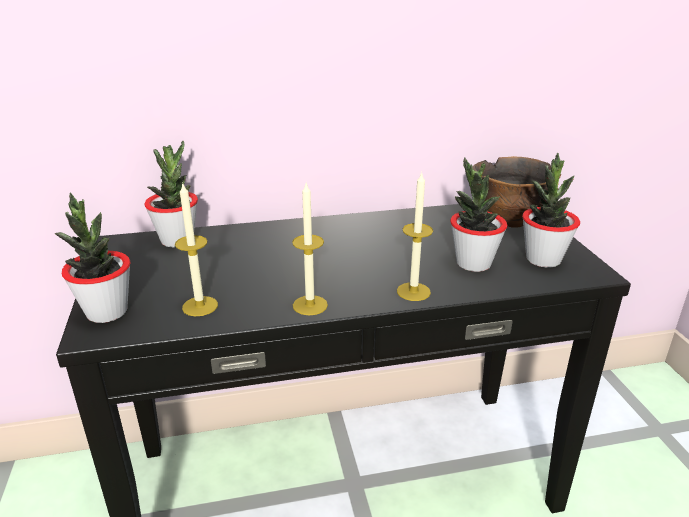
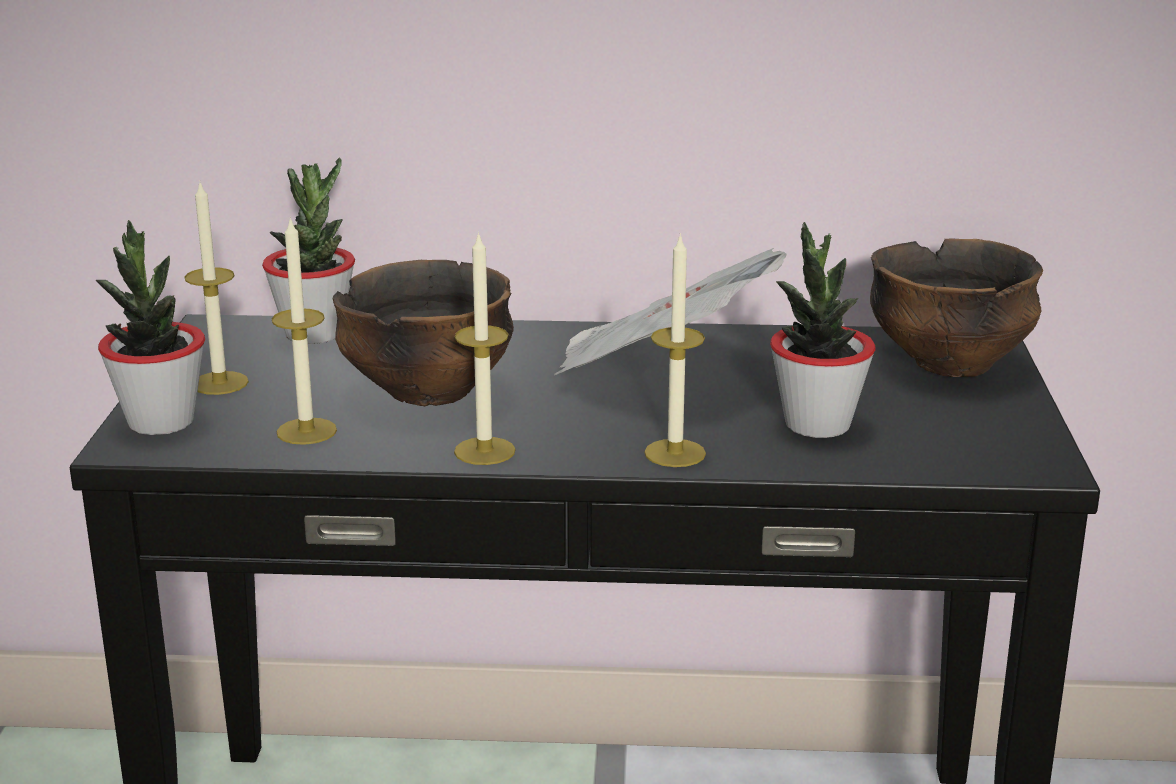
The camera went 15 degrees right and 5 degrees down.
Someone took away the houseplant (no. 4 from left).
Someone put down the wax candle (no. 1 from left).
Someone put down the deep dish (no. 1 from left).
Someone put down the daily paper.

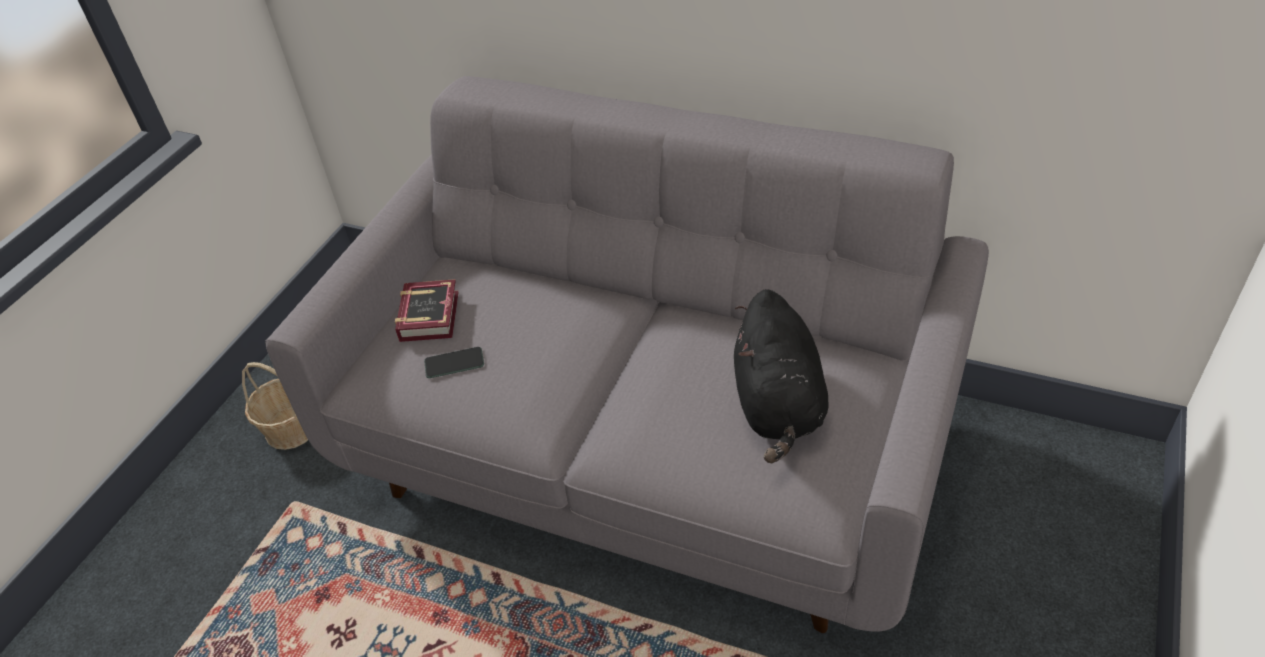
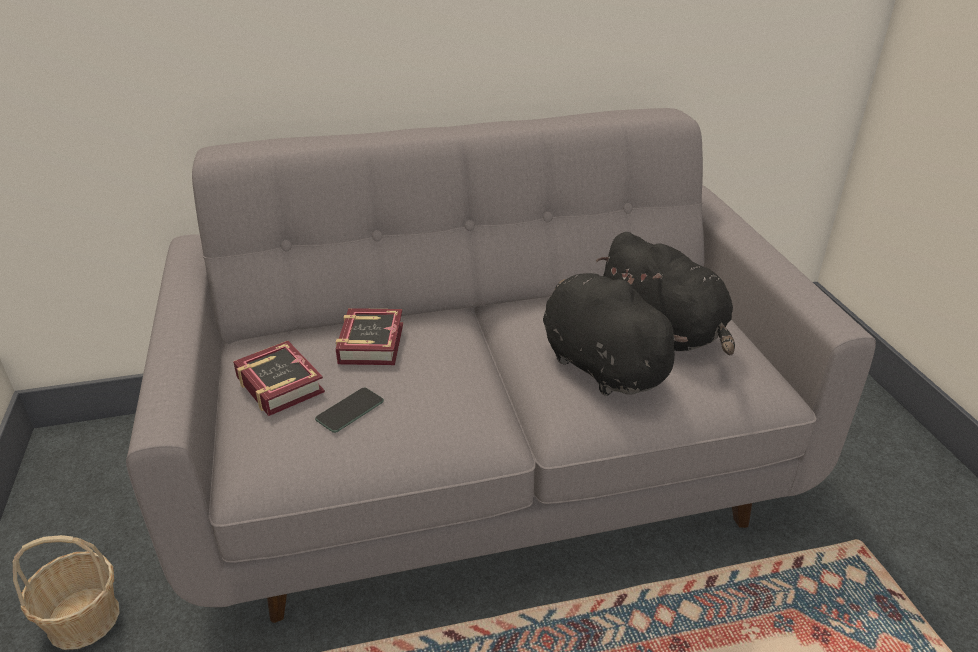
The camera went 40 degrees left and 10 degrees down.
Someone put down the volume (no. 2 from left).
Someone put down the plush toy/black (no. 1 from left).

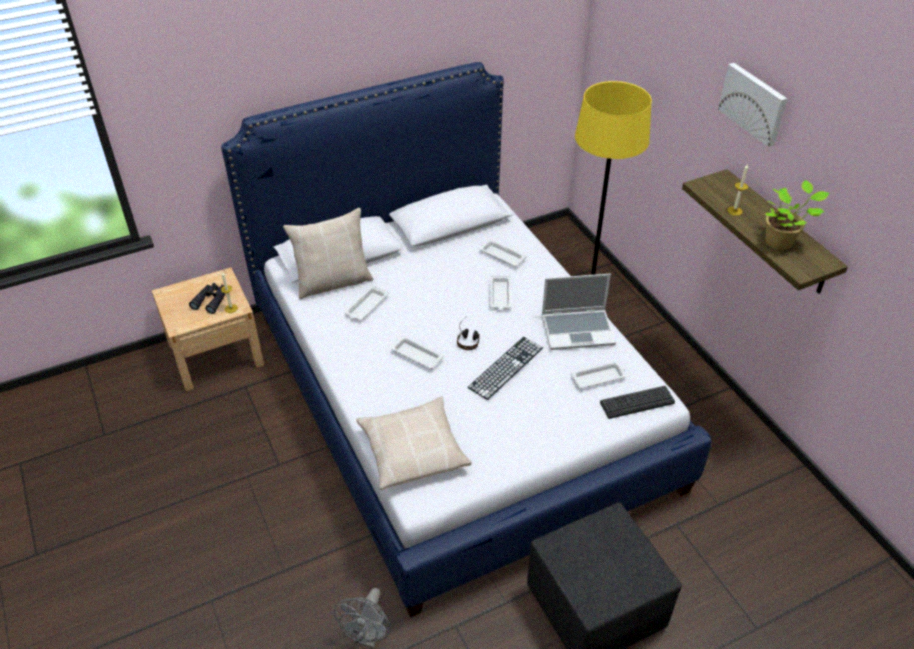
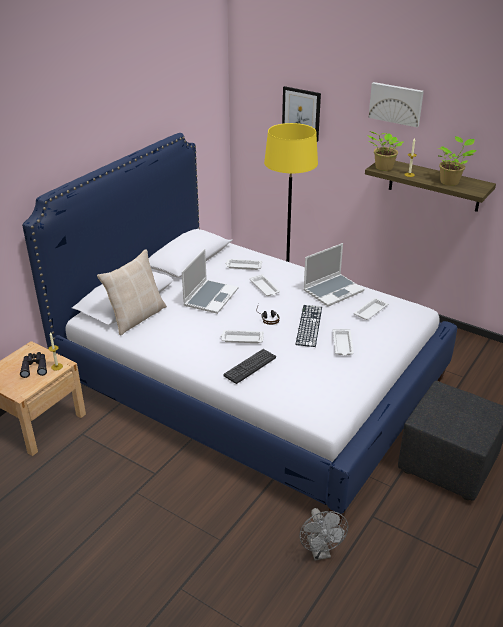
The camera went 30 degrees left and 10 degrees down.
Someone took away the cushion/beige-coloured (no. 2 from left).
Someone put down the notebook computer (no. 1 from left).
Someone put up the picture (no. 1 from left).
Someone put down the houseplant (no. 1 from left).
Someone carried the carrying tray/white-coloured (no. 1 from left in the first image).
Someone carried the PC keyboard (no. 2 from left in the first image).

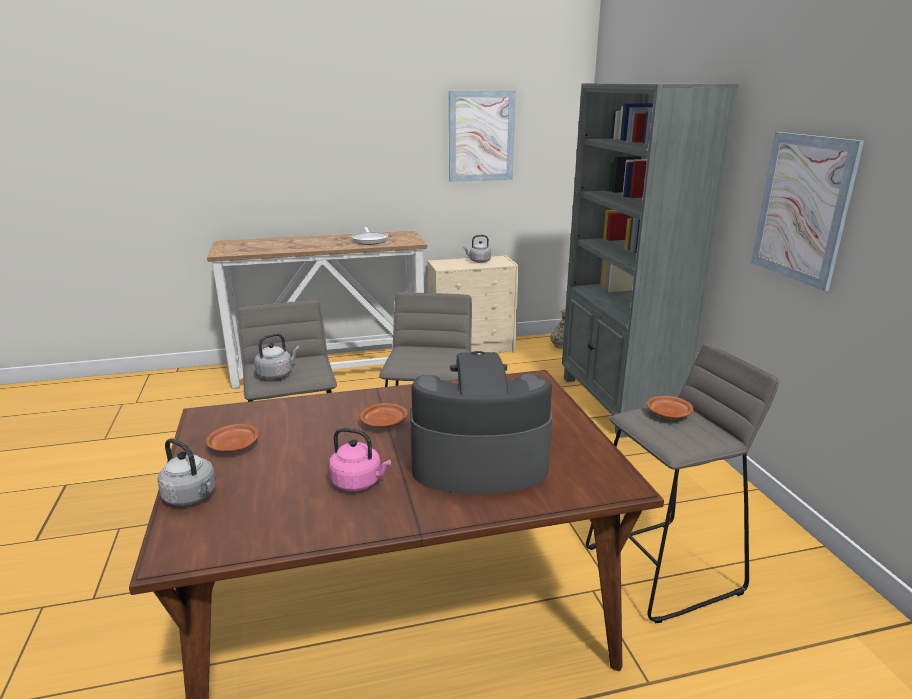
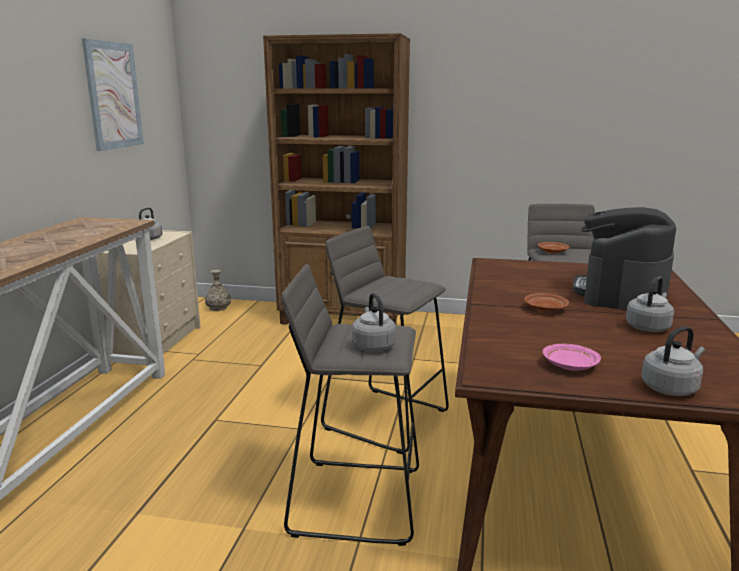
The camera went 65 degrees left and 5 degrees down.
Someone took away the frying pan.
Someone took away the picture (no. 2 from left).
Someone repainted the plate/brown-coloured (no. 1 from left), which became the plate/pink-coloured.
Someone repainted the water kettle/pink-coloured, which became the water kettle/greyish (no. 3 from left).
Someone repainted the bookcase/greyish, which became the bookcase/brown-coloured.

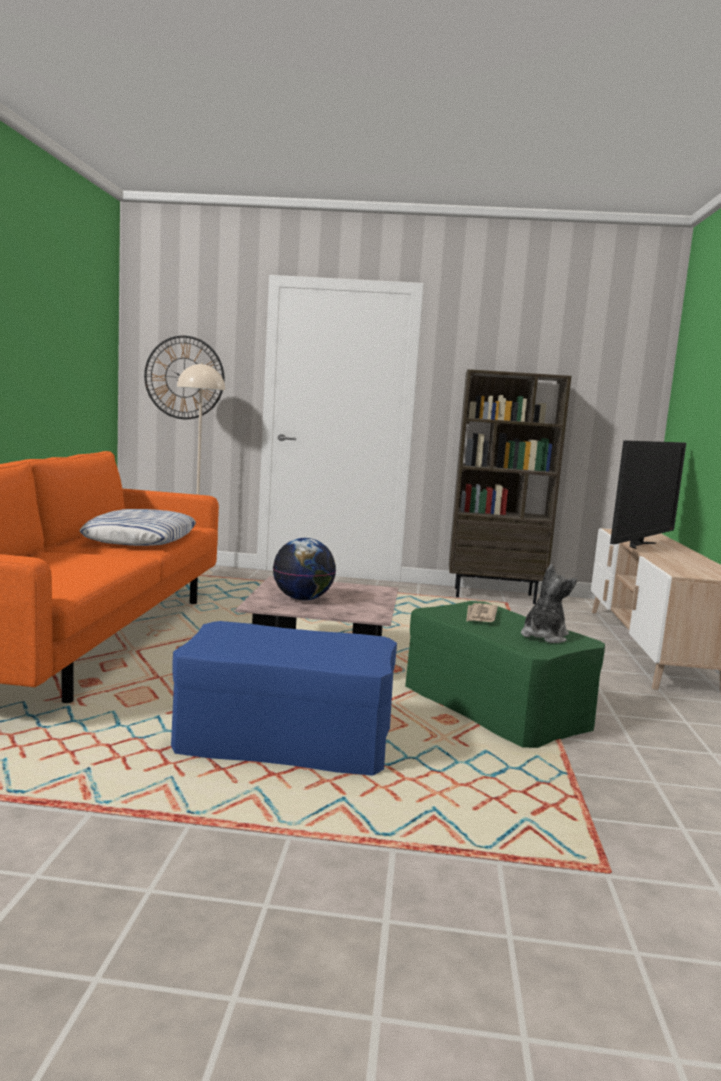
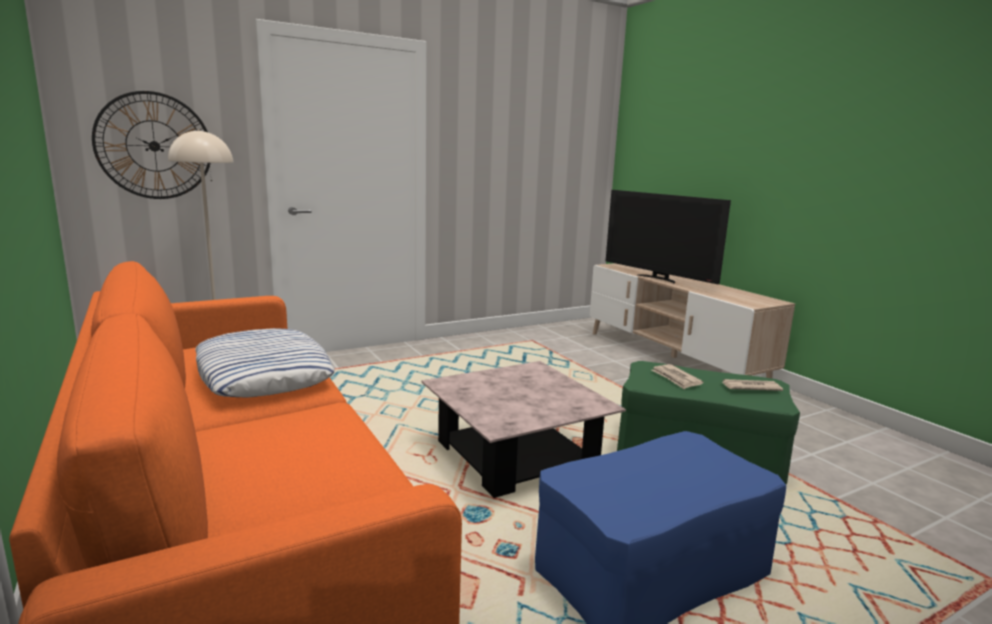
The camera went 35 degrees left and 5 degrees up.
Someone took away the world globe.
Someone took away the bookcase/brown-coloured.
Someone swapped the plush toy for the daily paper (no. 2 from left).
Someone rotated the TV set by 135 degrees clockwise.

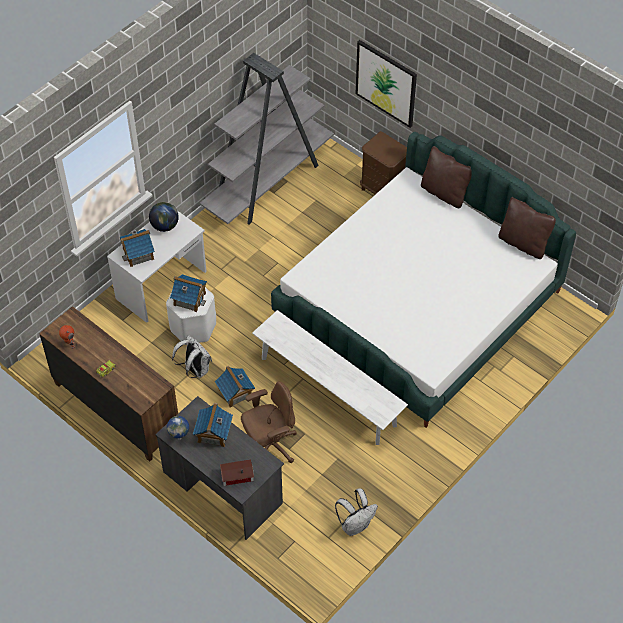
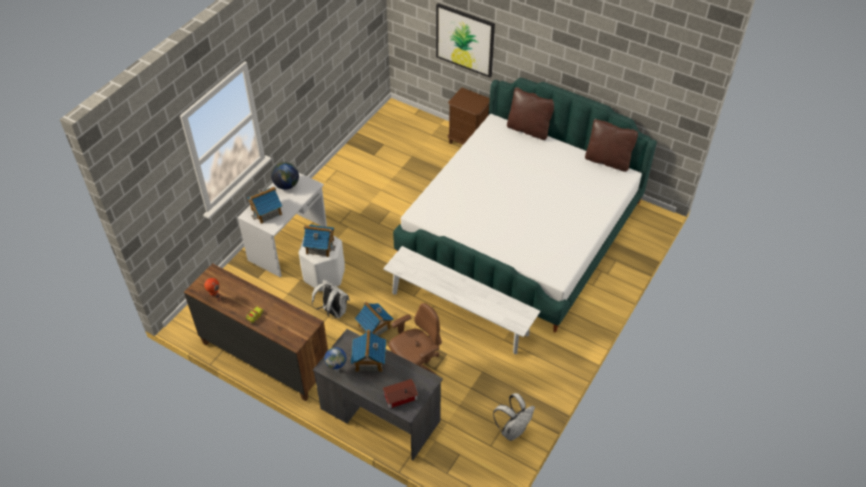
The camera went 10 degrees left and 5 degrees down.
Someone took away the bookcase/greyish.

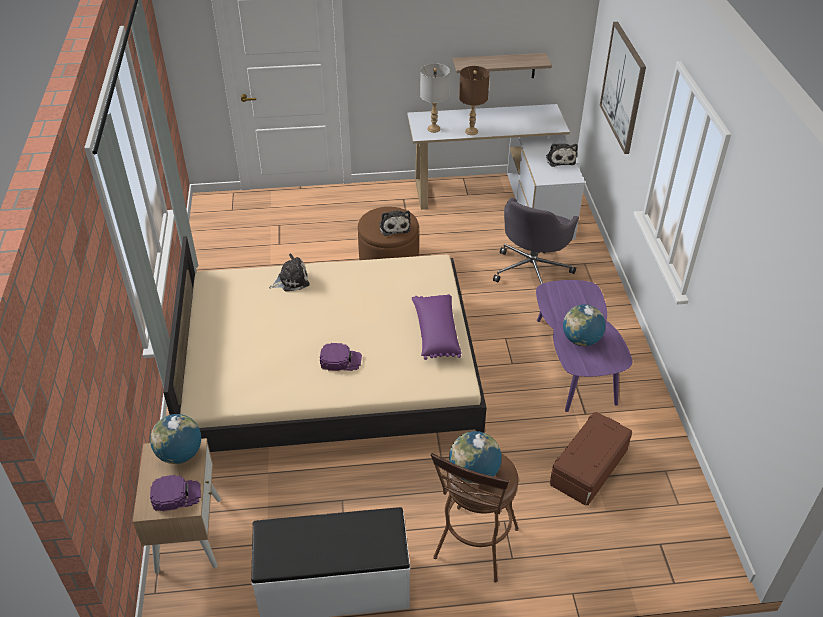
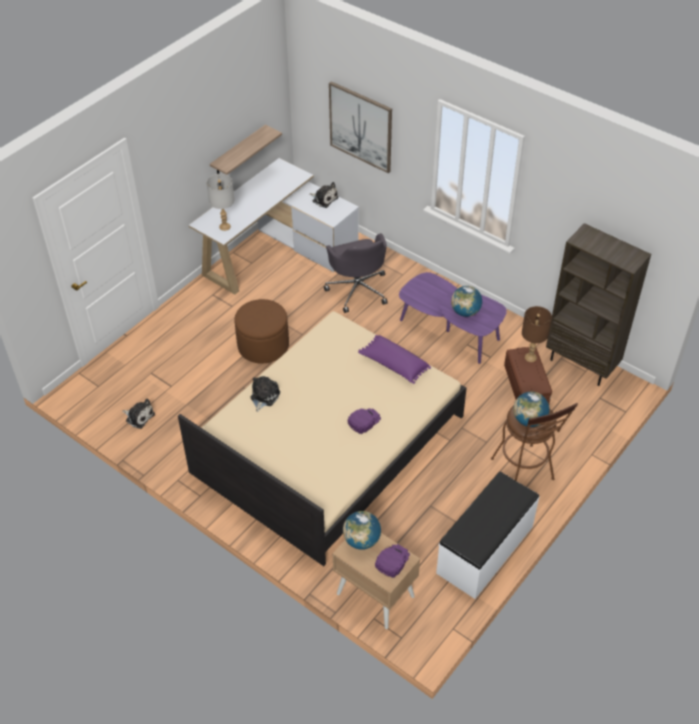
The camera went 45 degrees left and 5 degrees up.
Someone put down the bookcase/brown-coloured.
Someone carried the plush toy (no. 2 from left in the first image).
Someone carried the table lamp/brown-coloured.

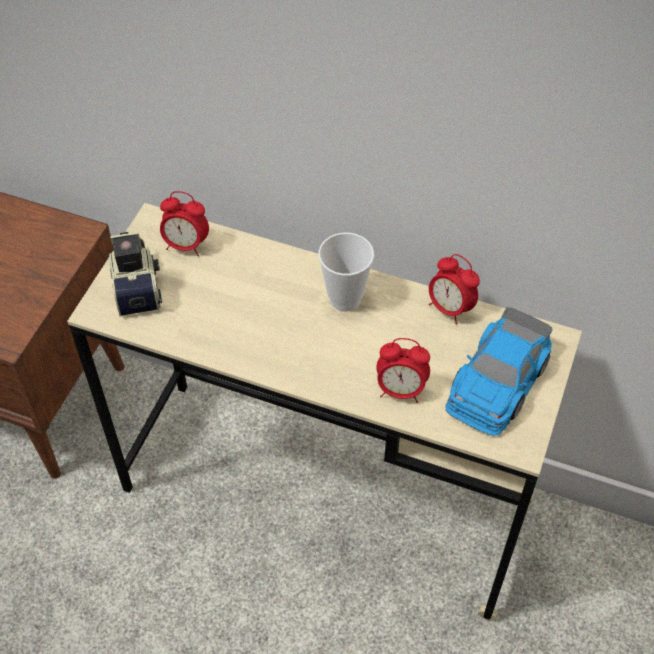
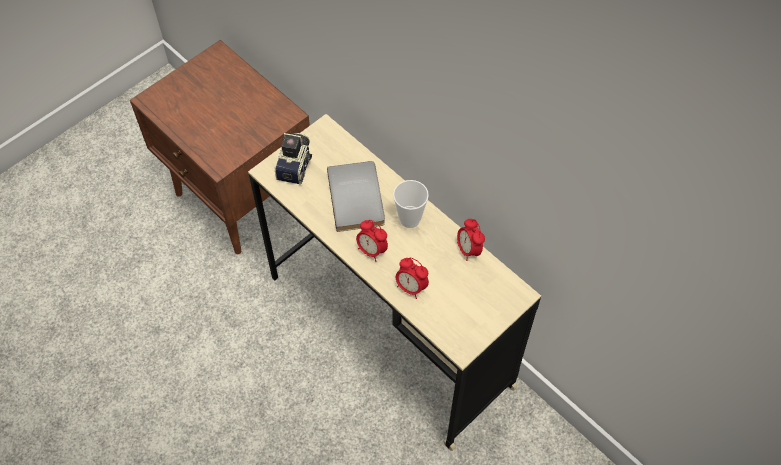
The camera went 25 degrees right and 5 degrees up.
Someone took away the toy car.
Someone put down the volume/greyish.
Someone carried the table clock (no. 1 from left).

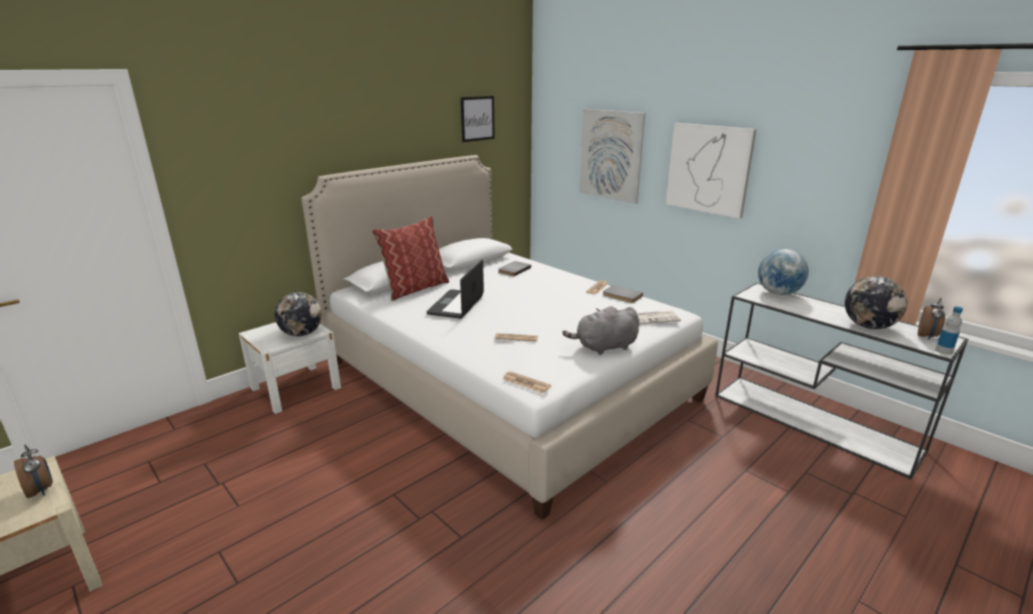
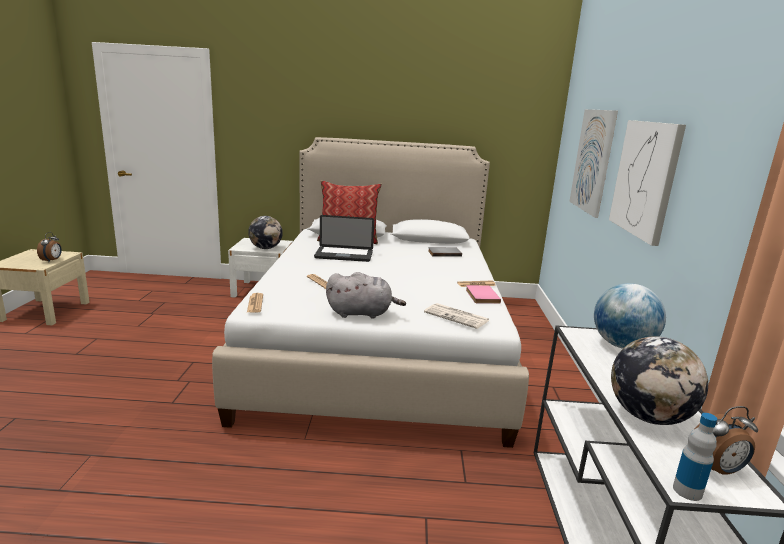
The camera went 45 degrees right and 5 degrees down.
Someone took away the picture (no. 1 from left).
Someone repainted the volume/greyish (no. 2 from left), which became the volume/pink-coloured.
Someone rotated the notebook computer by 150 degrees counterclockwise.
Someone rotated the plush toy/greyish by 150 degrees clockwise.

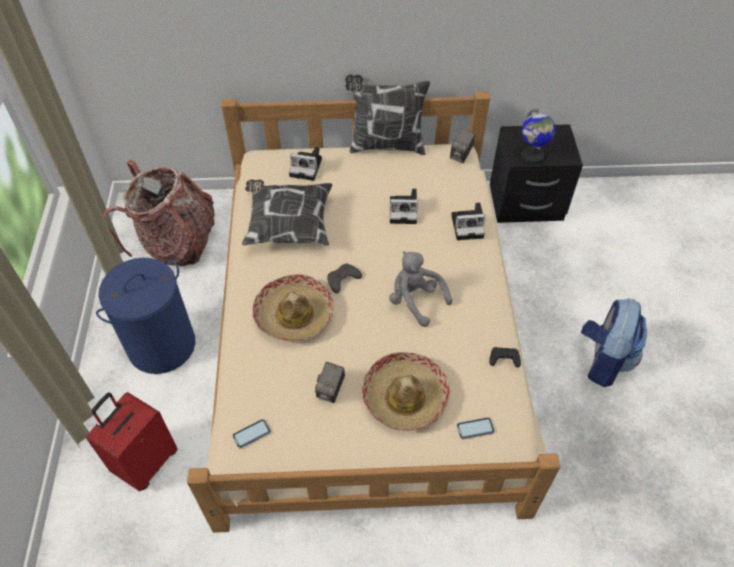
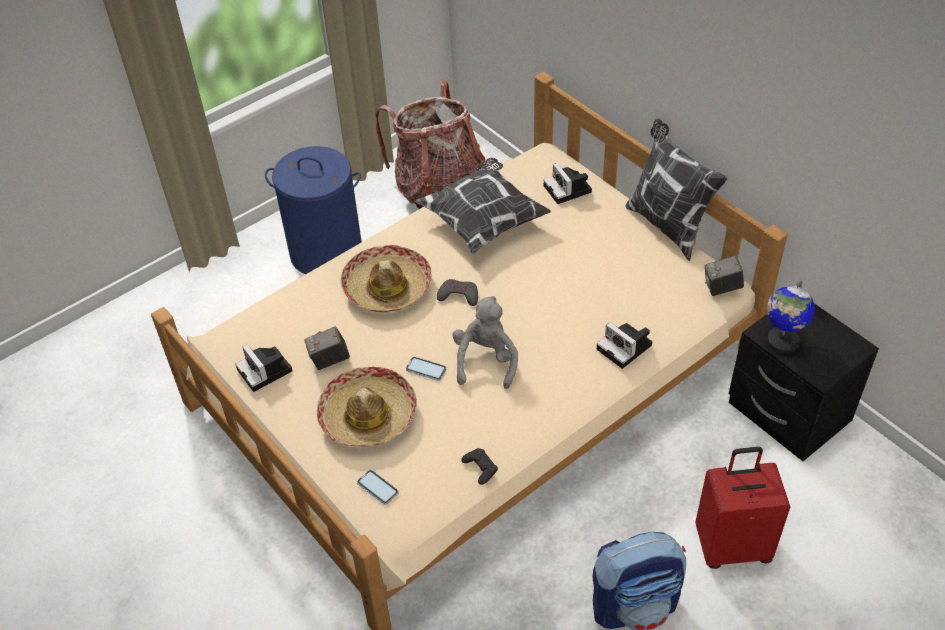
The camera went 55 degrees right and 5 degrees down.
Someone carried the suitcase/red-coloured.
Someone carried the telephone (no. 1 from left in the first image).
Someone carried the photo camera (no. 3 from left in the first image).

